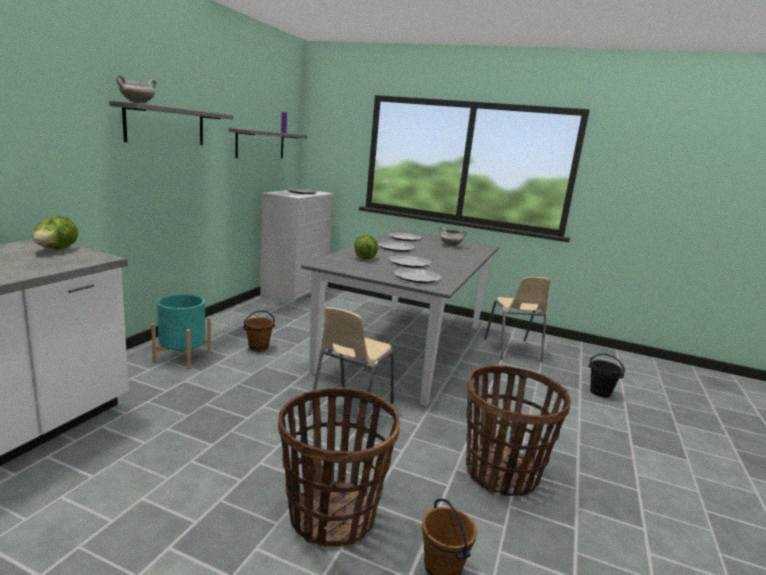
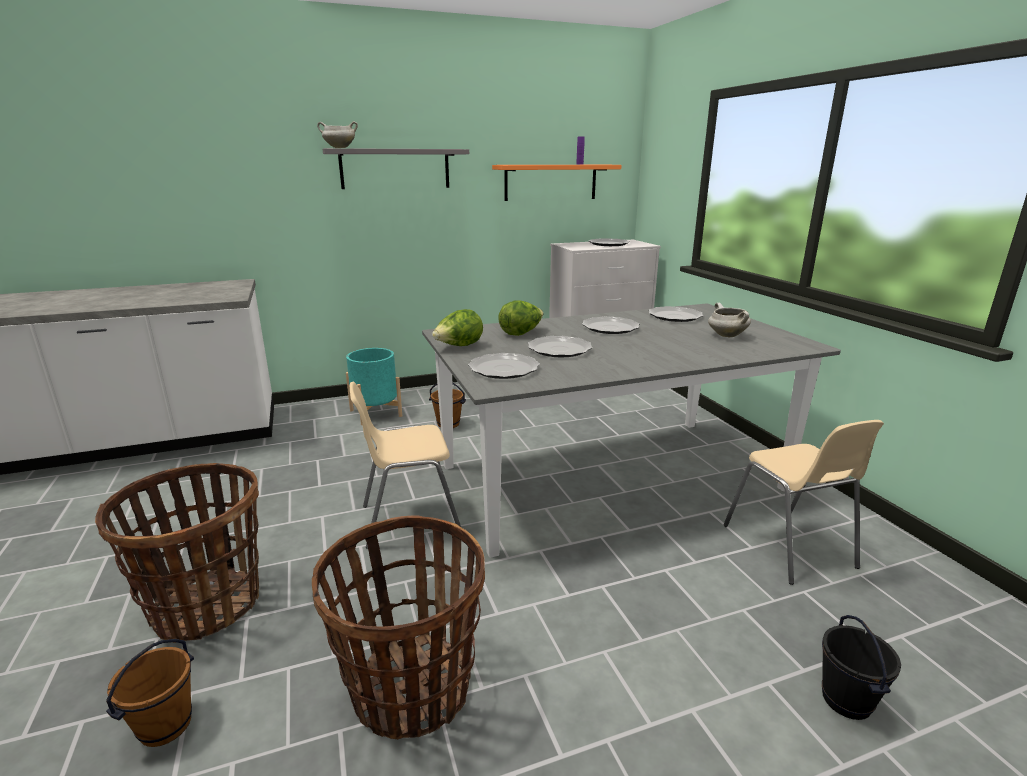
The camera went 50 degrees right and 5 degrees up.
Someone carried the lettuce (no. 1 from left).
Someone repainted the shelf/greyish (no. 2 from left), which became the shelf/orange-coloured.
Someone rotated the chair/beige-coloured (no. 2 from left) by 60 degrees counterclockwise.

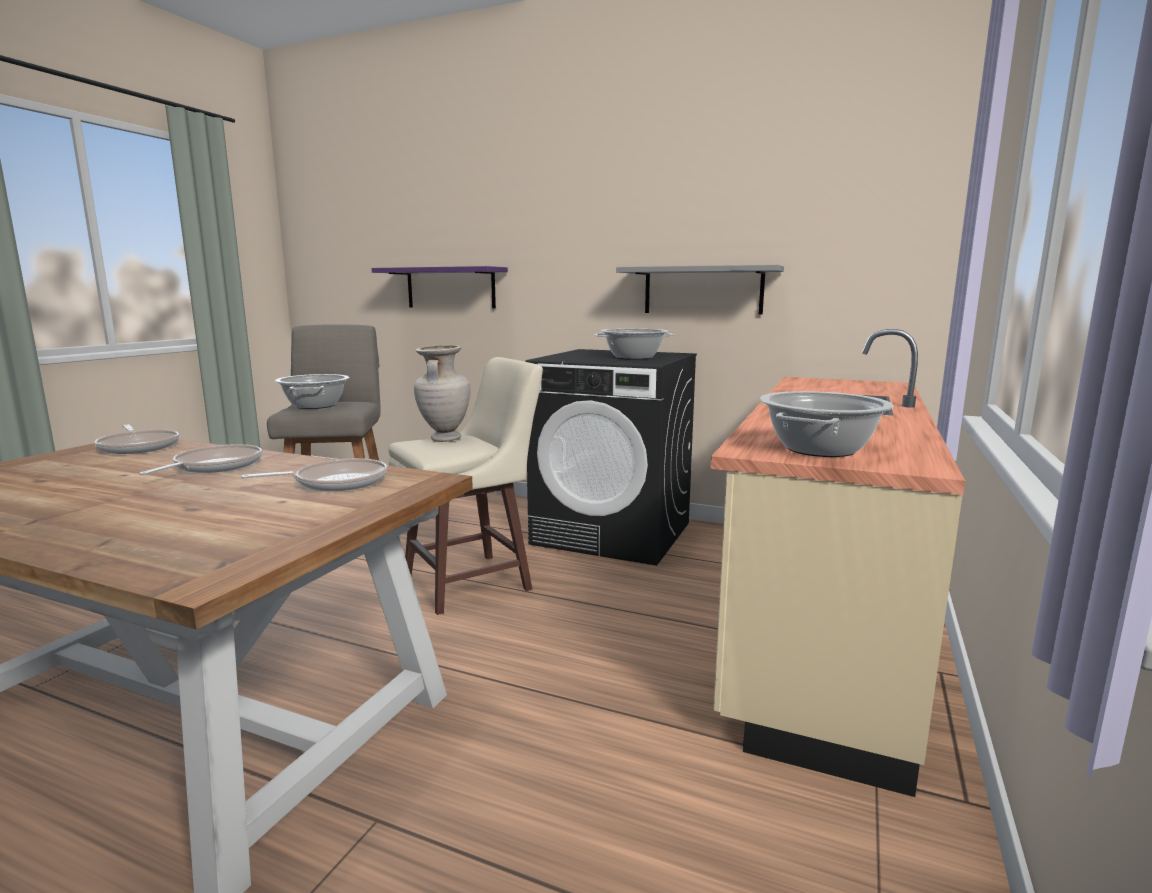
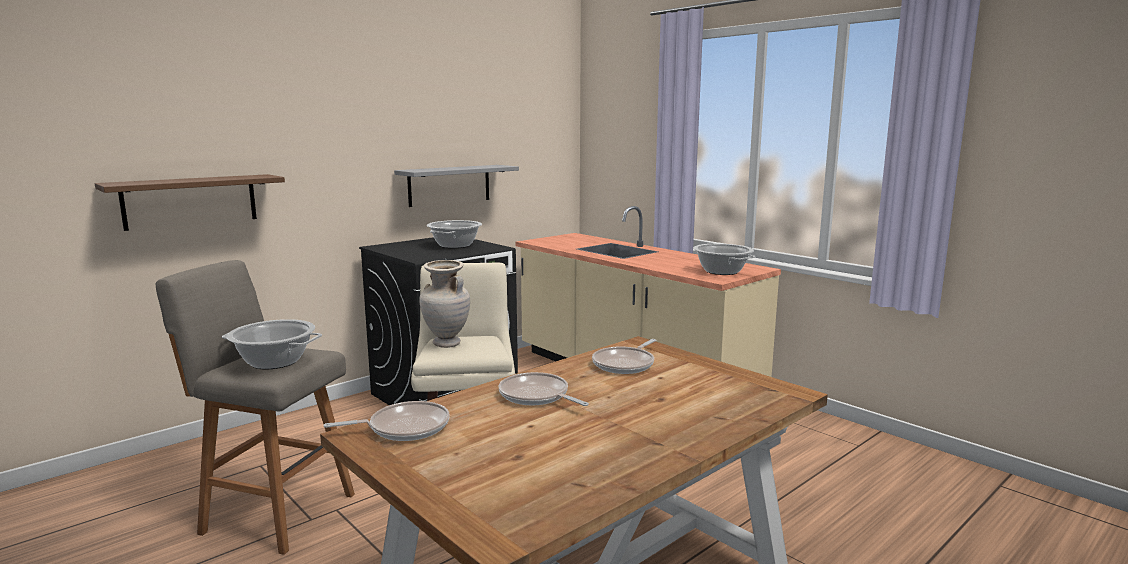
The camera went 65 degrees left and 0 degrees up.
Someone repainted the shelf/purple-coloured, which became the shelf/brown-coloured.
Someone rotated the frying pan (no. 3 from left) by 150 degrees counterclockwise.

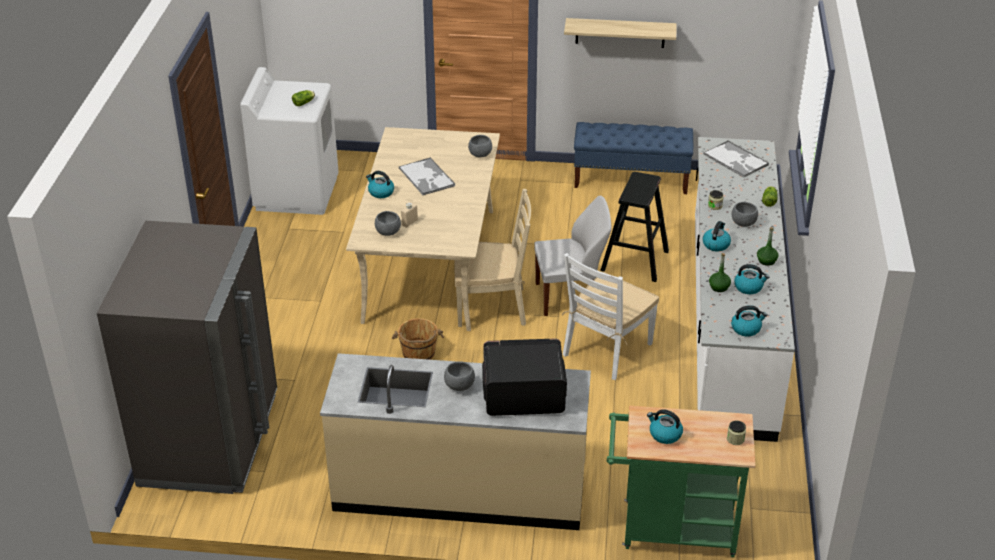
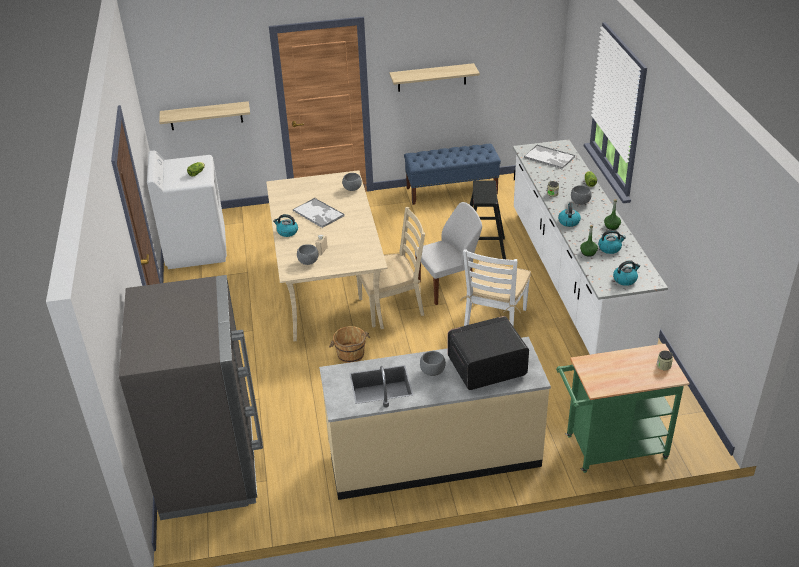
The camera went 15 degrees left and 0 degrees up.
Someone took away the water kettle (no. 2 from left).
Someone put up the shelf (no. 1 from left).

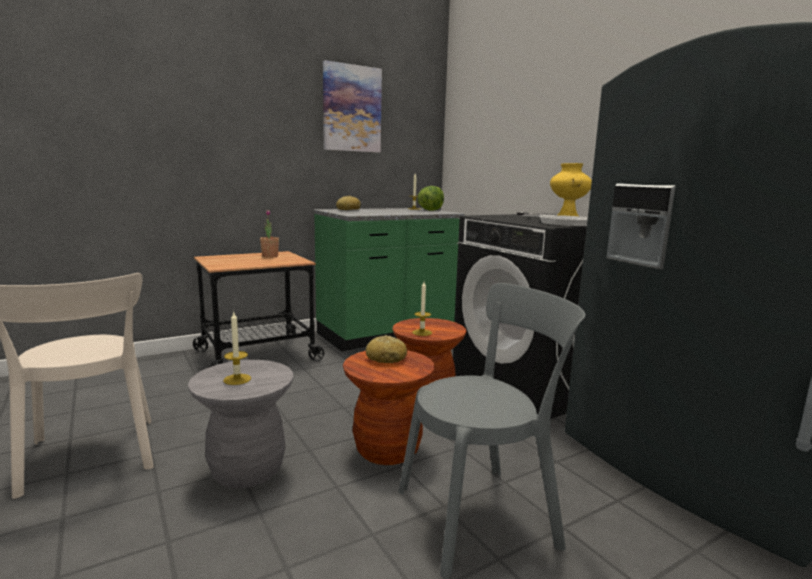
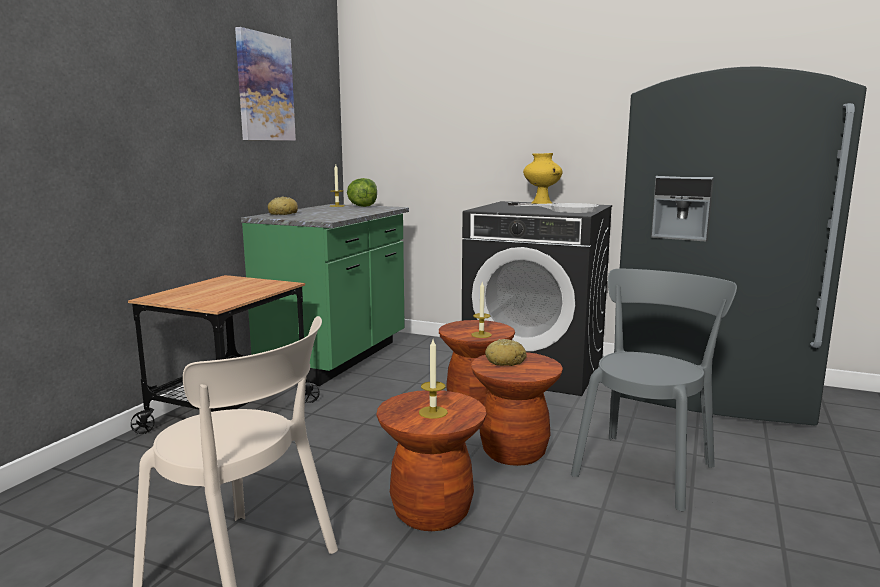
The camera went 35 degrees left and 0 degrees up.
Someone took away the houseplant.
Someone repainted the stool/greyish, which became the stool/brown-coloured (no. 1 from left).

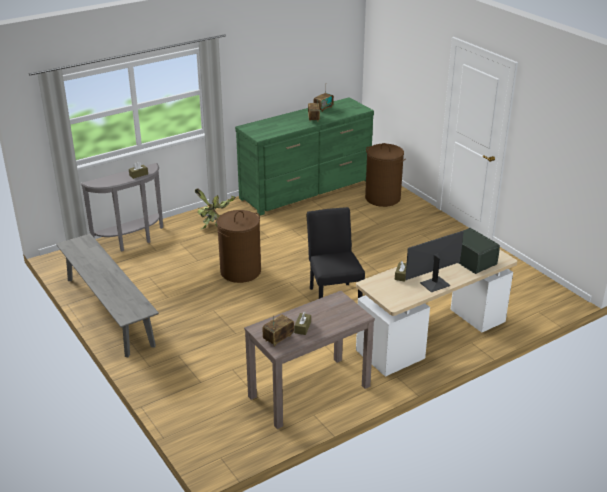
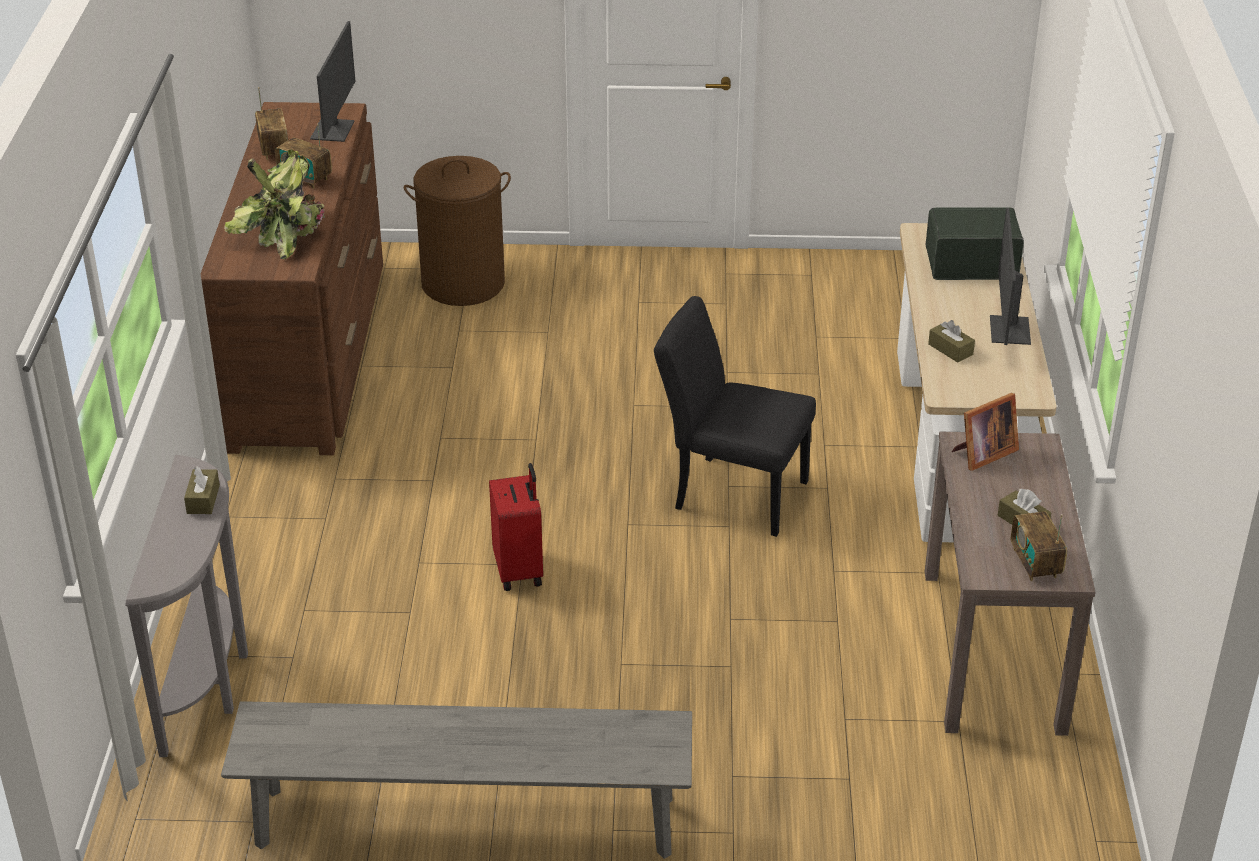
The camera went 55 degrees left and 5 degrees up.
Someone put down the monitor (no. 1 from left).
Someone put down the picture frame.
Someone carried the houseplant.
Someone swapped the hamper/brown-coloured (no. 1 from left) for the suitcase/red-coloured.
Someone repainted the drawer chest/greenish, which became the drawer chest/brown-coloured.

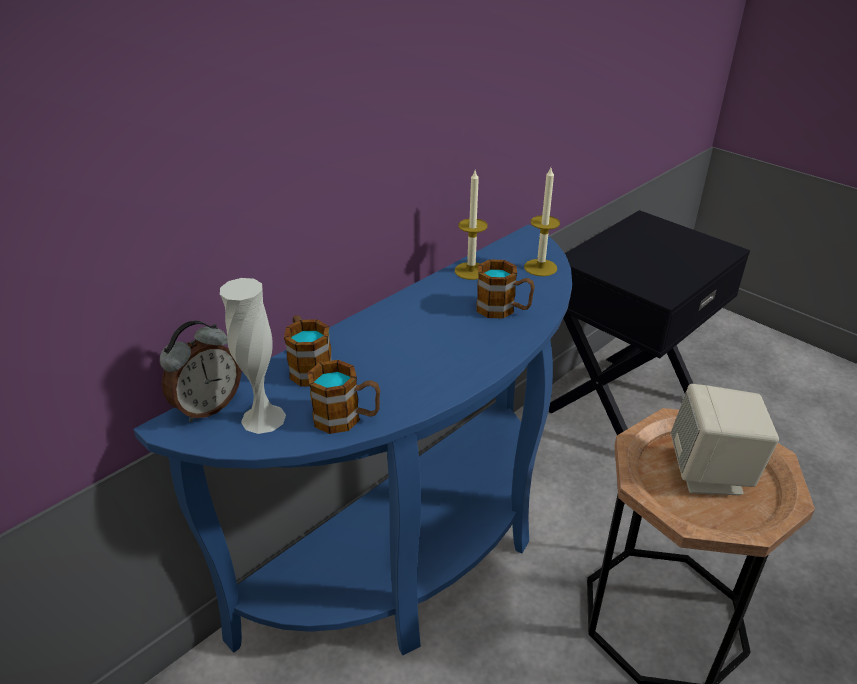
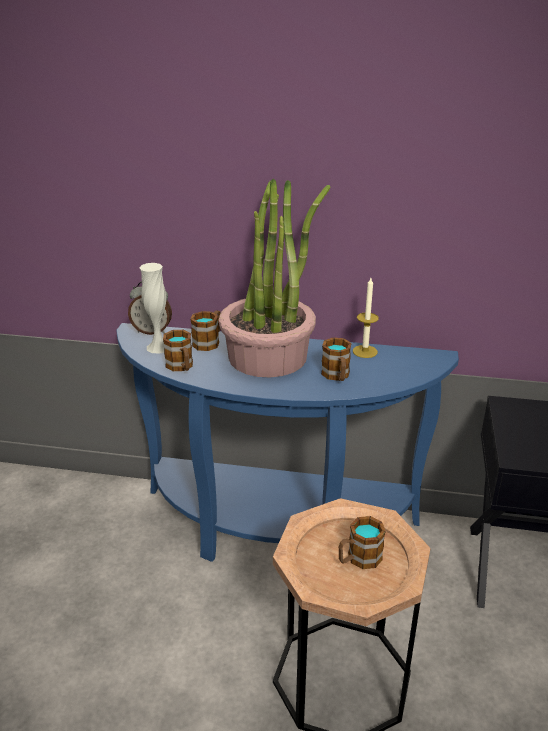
The camera went 55 degrees right and 5 degrees down.
Someone took away the wax candle (no. 2 from left).
Someone put down the houseplant.
Someone swapped the speaker/beige-coloured for the coffee mug (no. 4 from left).

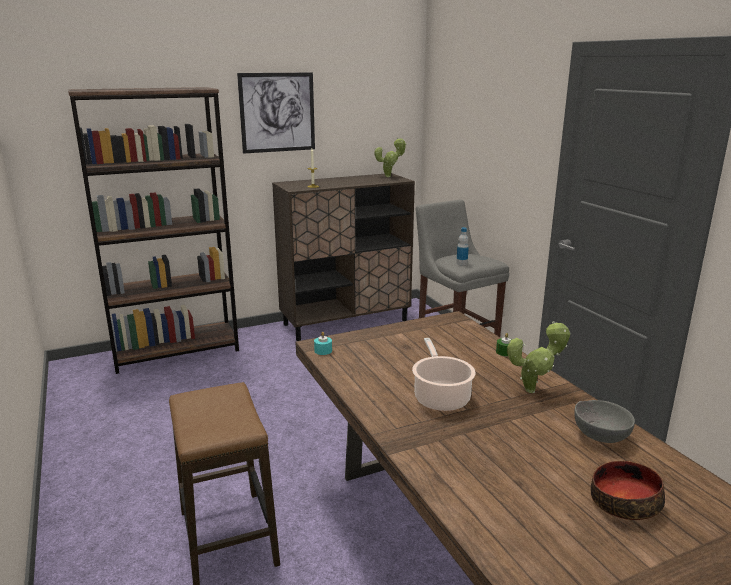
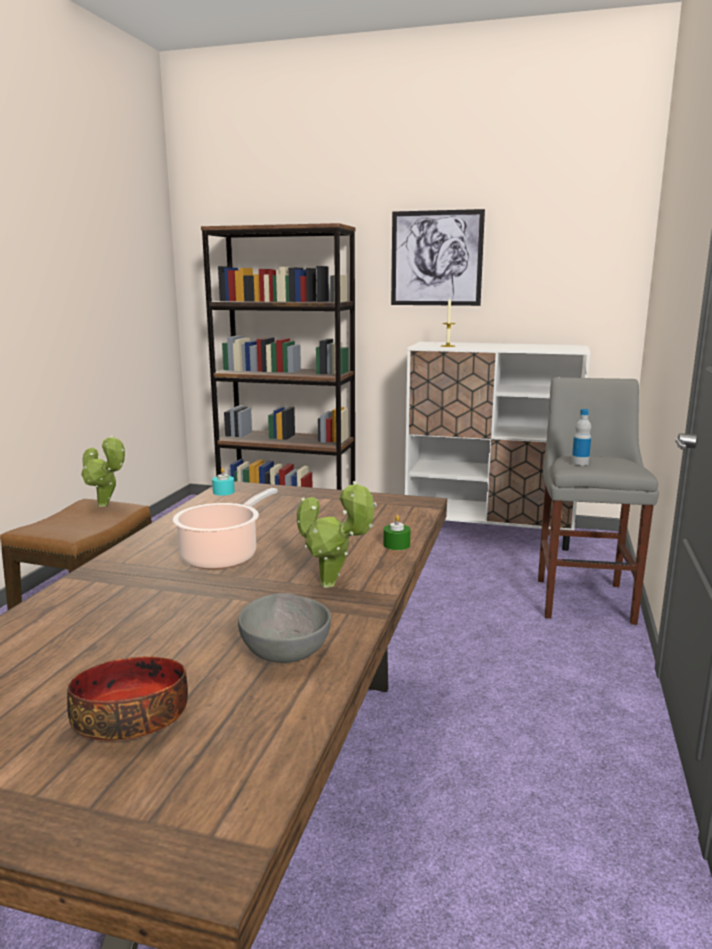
The camera went 40 degrees right and 5 degrees down.
Someone carried the houseplant (no. 1 from left).
Someone repainted the storage cabinet/brown-coloured, which became the storage cabinet/white-coloured.

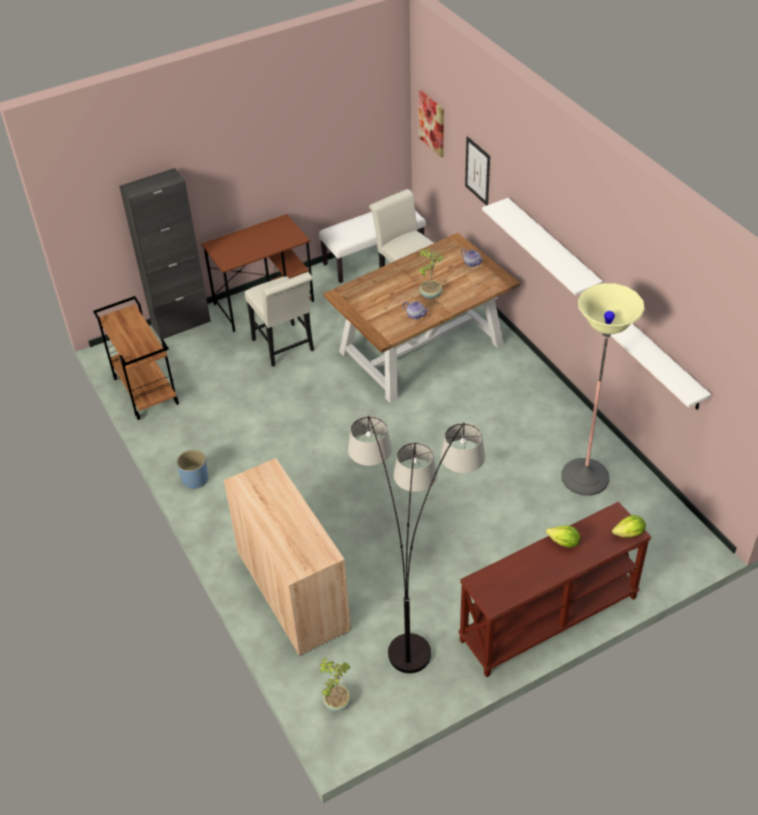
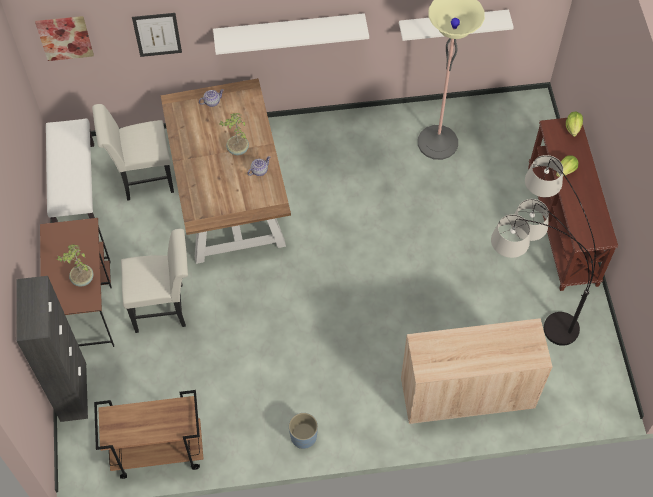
The camera went 70 degrees left and 15 degrees up.
Someone carried the houseplant (no. 1 from left).

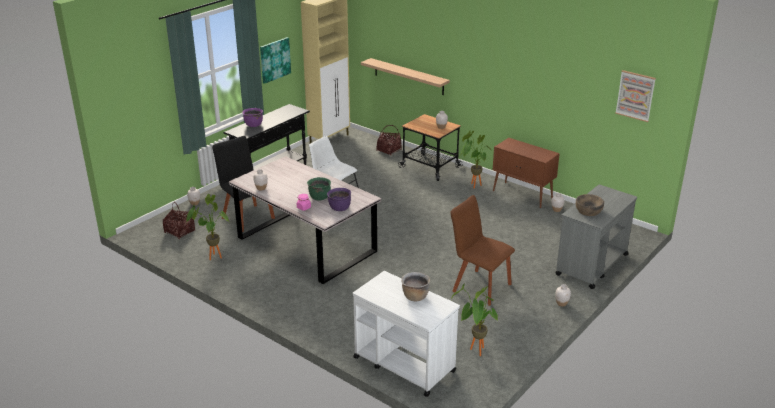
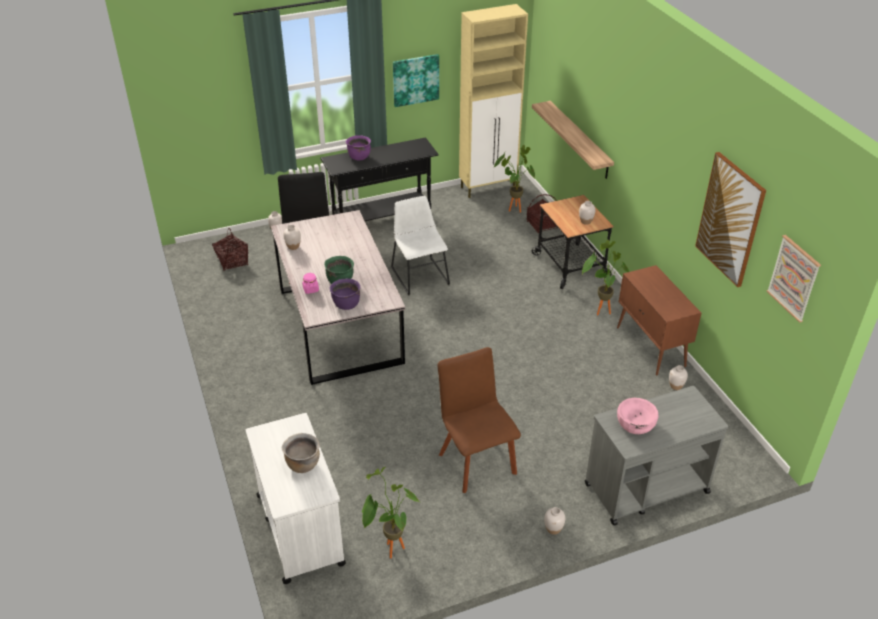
The camera went 30 degrees right and 10 degrees up.
Someone put up the picture (no. 2 from left).
Someone carried the houseplant (no. 1 from left in the first image).
Someone repainted the deep dish/brown-coloured, which became the deep dish/pink-coloured.

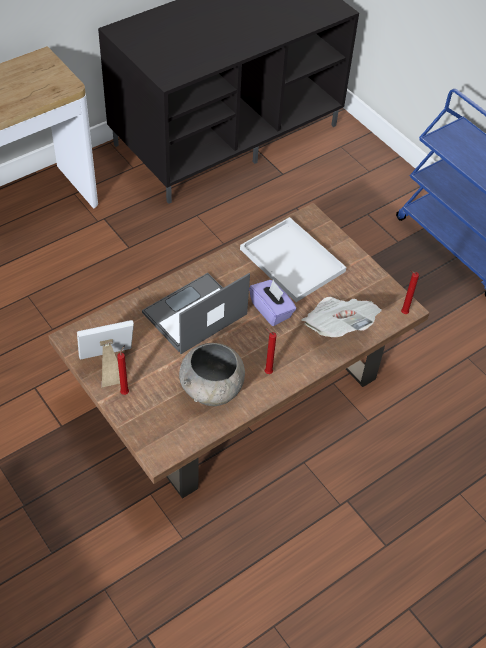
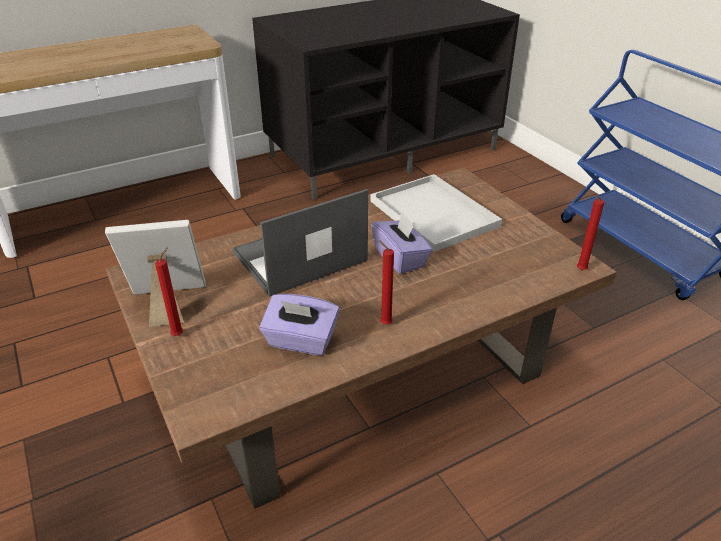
The camera went 10 degrees right and 15 degrees down.
Someone took away the daily paper.
Someone swapped the deep dish/greyish for the tissue box/purple-coloured (no. 1 from left).

